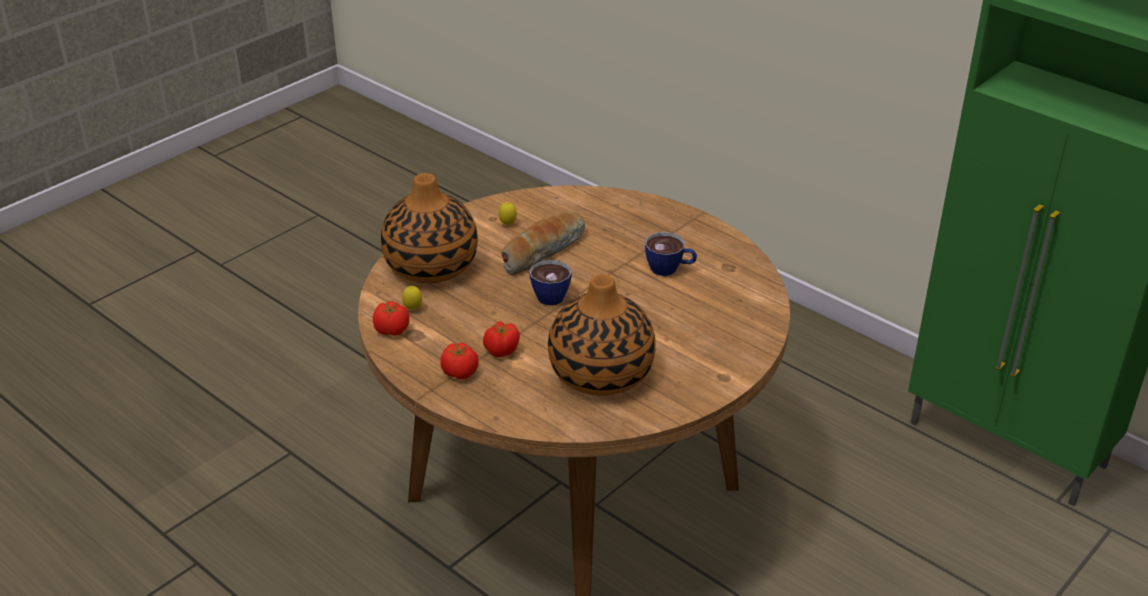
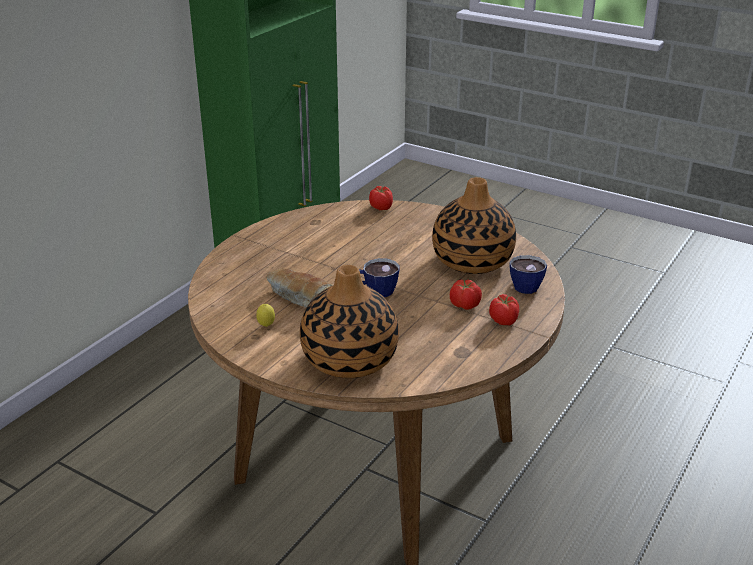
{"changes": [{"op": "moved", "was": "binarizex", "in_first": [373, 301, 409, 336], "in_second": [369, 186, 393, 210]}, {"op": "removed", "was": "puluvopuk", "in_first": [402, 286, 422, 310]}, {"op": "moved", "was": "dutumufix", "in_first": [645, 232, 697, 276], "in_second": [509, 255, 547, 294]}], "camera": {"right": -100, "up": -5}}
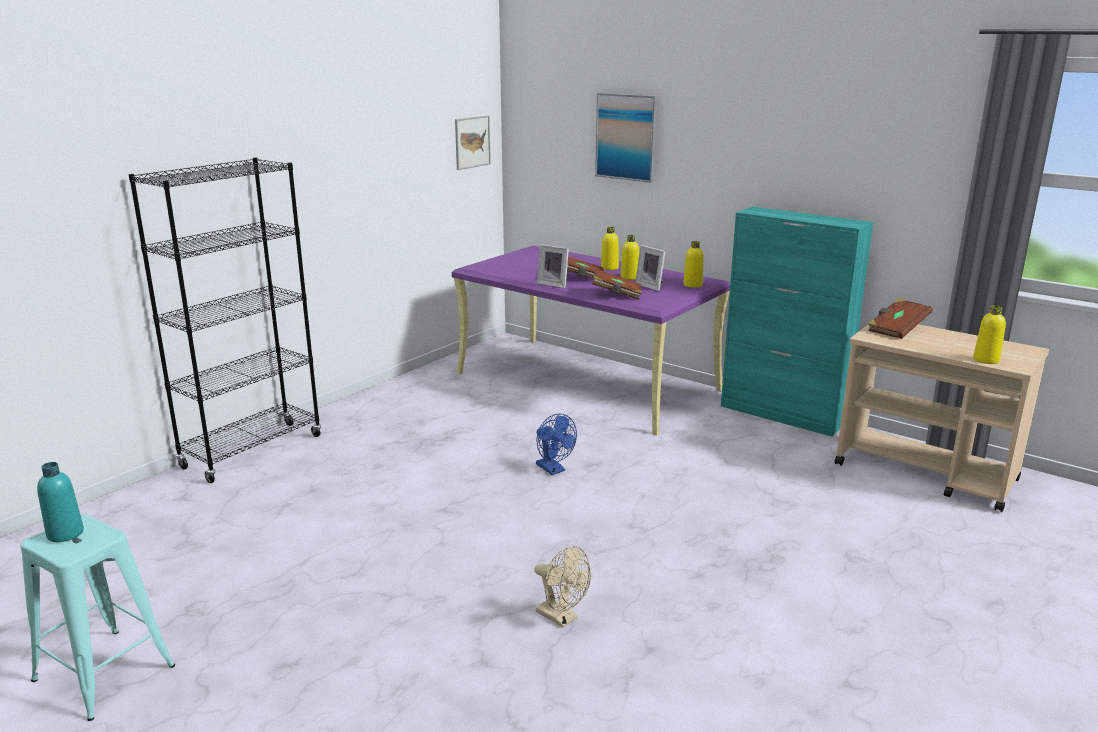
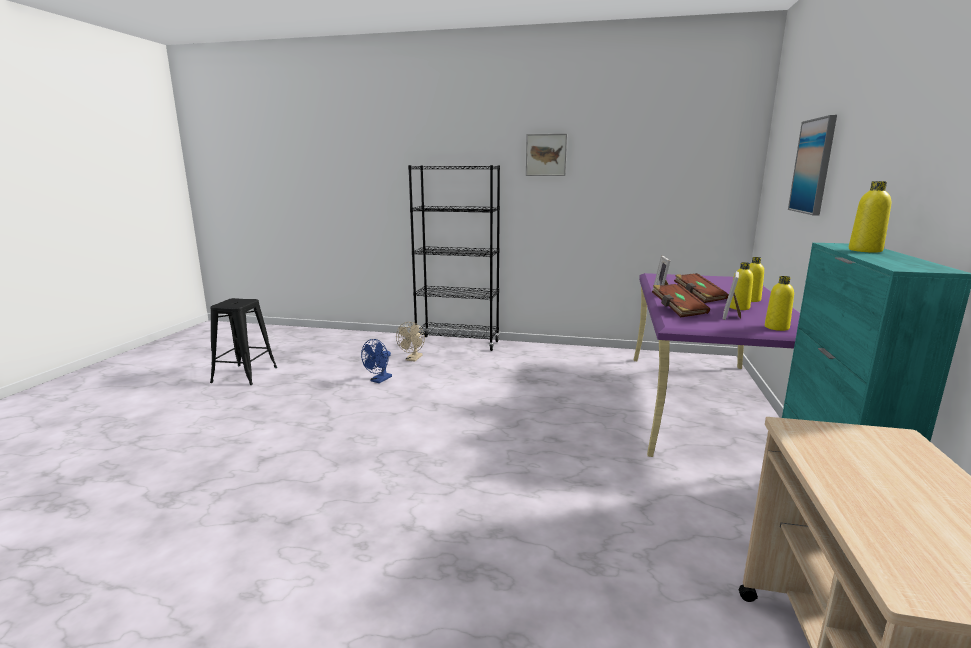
{"changes": [{"op": "recoloured", "was": "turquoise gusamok", "now": "black gusamok", "in_first": [21, 515, 175, 721], "in_second": [210, 298, 277, 385]}, {"op": "removed", "was": "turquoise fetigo", "in_first": [37, 462, 84, 542]}, {"op": "moved", "was": "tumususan", "in_first": [455, 116, 491, 170], "in_second": [526, 134, 567, 176]}, {"op": "moved", "was": "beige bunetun", "in_first": [535, 546, 591, 627], "in_second": [396, 322, 425, 362]}, {"op": "moved", "was": "blue bunetun", "in_first": [536, 414, 577, 475], "in_second": [361, 339, 392, 383]}, {"op": "removed", "was": "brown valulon", "in_first": [868, 298, 933, 339]}, {"op": "moved", "was": "yellow fetigo", "in_first": [973, 305, 1006, 364], "in_second": [849, 181, 891, 253]}], "camera": {"right": 65, "up": -5}}
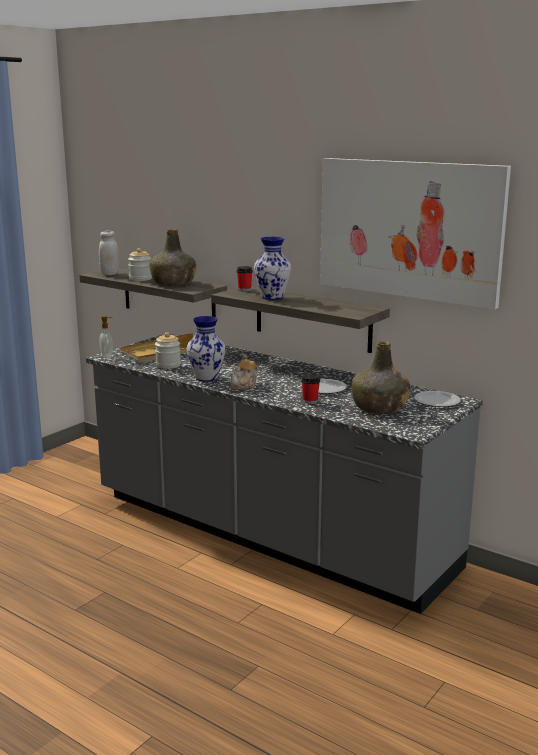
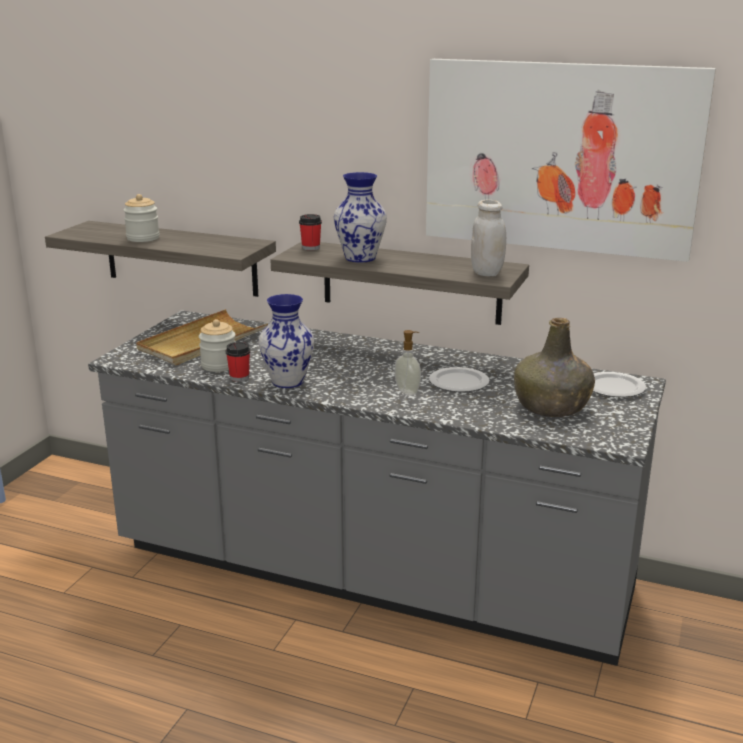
{"changes": [{"op": "moved", "was": "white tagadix", "in_first": [99, 231, 119, 275], "in_second": [471, 199, 506, 276]}, {"op": "moved", "was": "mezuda", "in_first": [99, 316, 113, 358], "in_second": [395, 330, 421, 396]}, {"op": "removed", "was": "green fetigo", "in_first": [149, 229, 196, 286]}, {"op": "removed", "was": "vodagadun", "in_first": [229, 354, 258, 390]}, {"op": "moved", "was": "dutumufix", "in_first": [301, 374, 320, 404], "in_second": [226, 342, 250, 382]}], "camera": {"right": -15, "up": 5}}
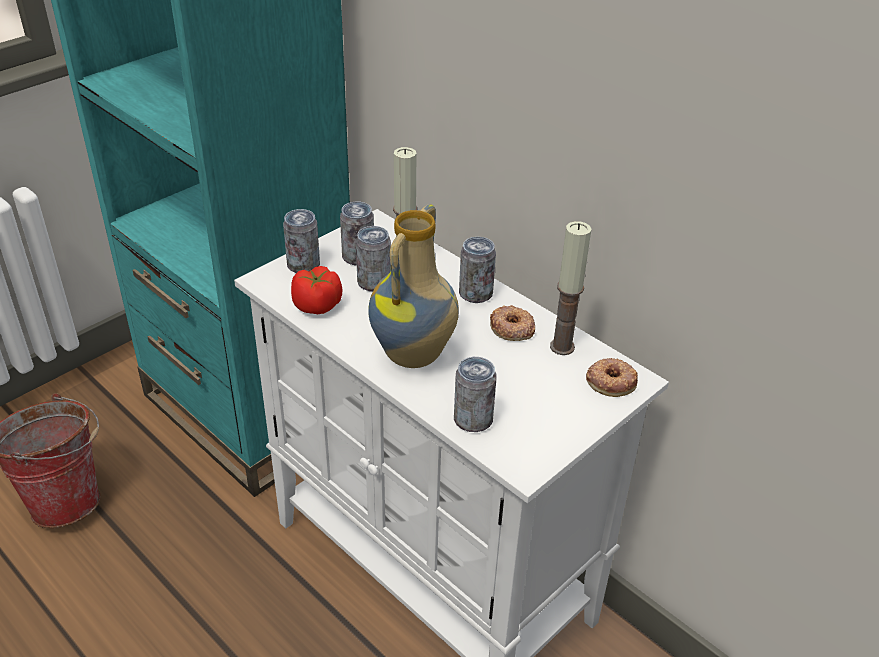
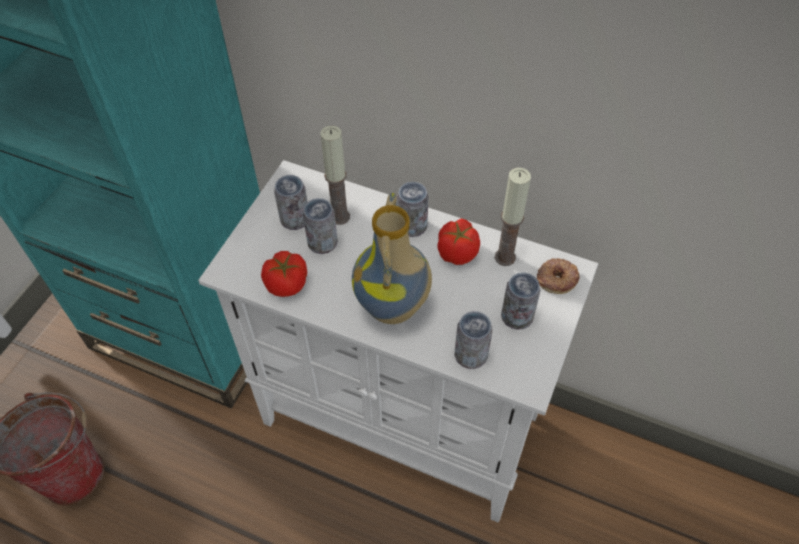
{"changes": [{"op": "moved", "was": "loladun", "in_first": [283, 209, 320, 273], "in_second": [501, 272, 540, 330]}, {"op": "replaced", "was": "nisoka", "now": "binarizex", "in_first": [490, 305, 535, 341], "in_second": [437, 219, 480, 265]}], "camera": {"right": -20, "up": 15}}
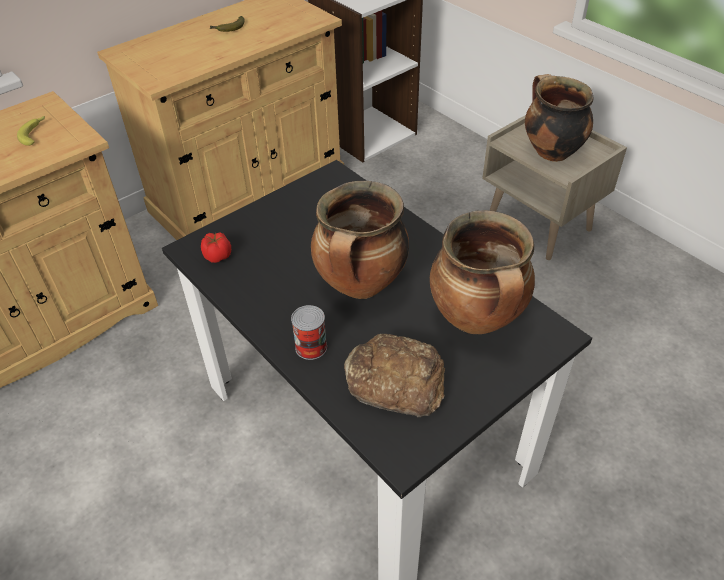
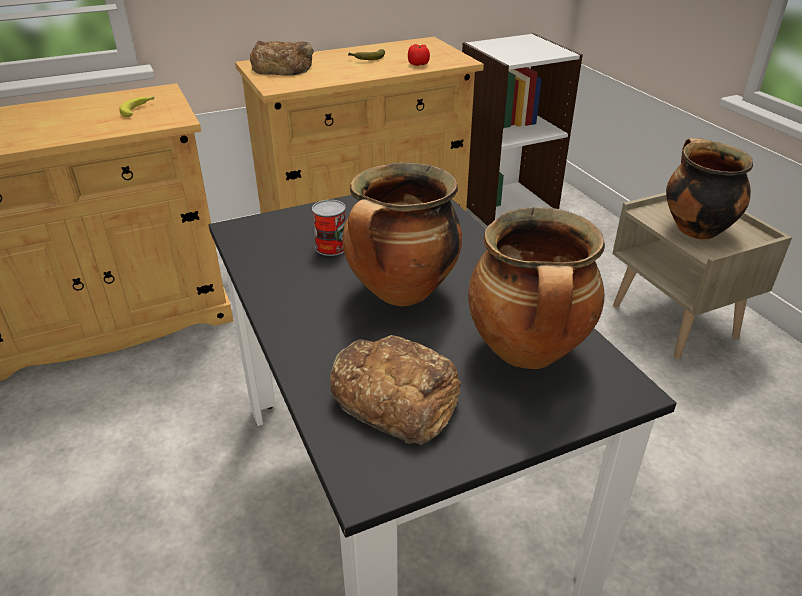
{"changes": [{"op": "moved", "was": "binarizex", "in_first": [201, 232, 231, 263], "in_second": [408, 44, 430, 66]}, {"op": "moved", "was": "loladun", "in_first": [291, 305, 327, 360], "in_second": [312, 200, 346, 256]}, {"op": "added", "now": "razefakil", "in_second": [250, 41, 314, 76]}], "camera": {"right": 15, "up": -10}}
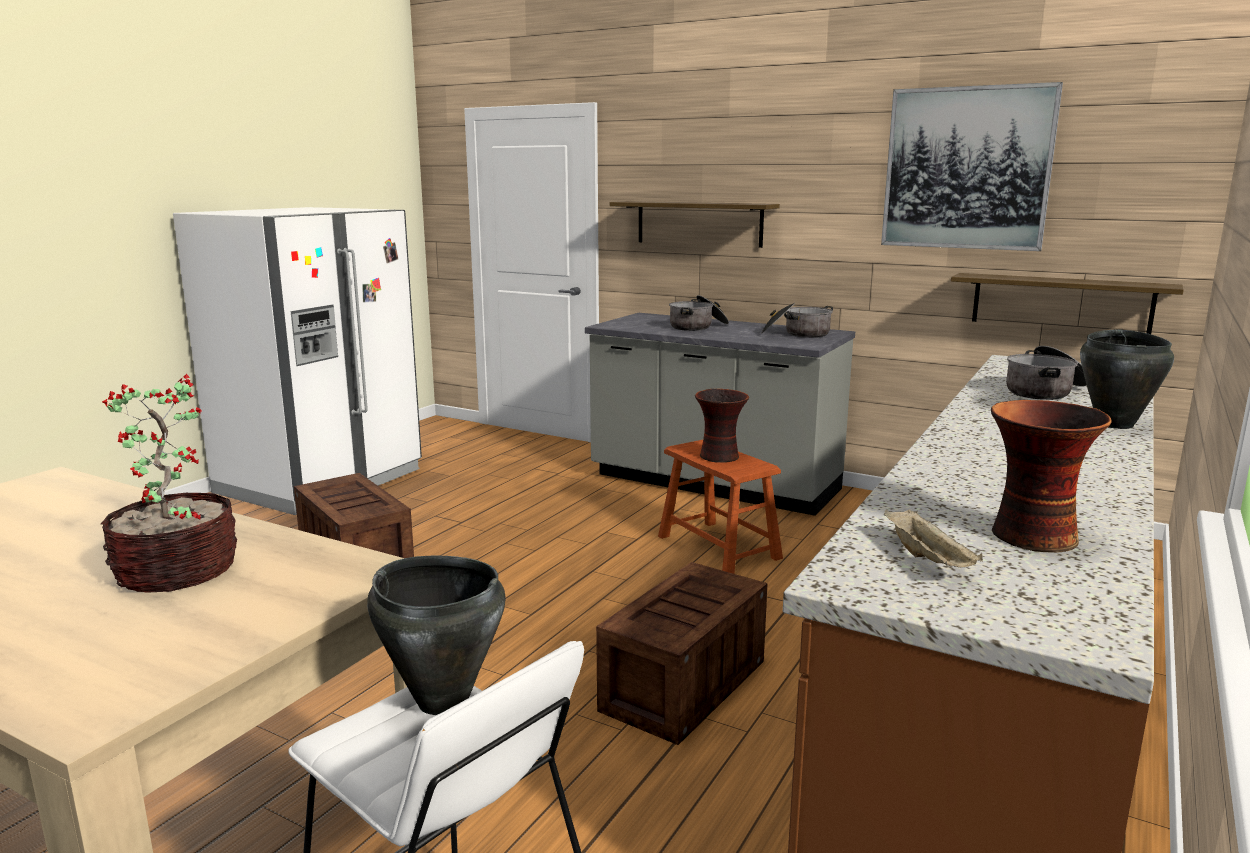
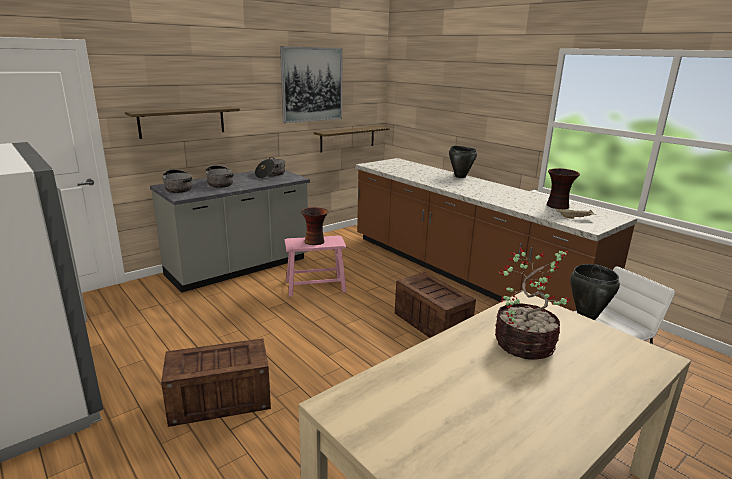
{"changes": [{"op": "recoloured", "was": "brown gusamok", "now": "pink gusamok", "in_first": [658, 440, 783, 574], "in_second": [284, 236, 347, 297]}, {"op": "moved", "was": "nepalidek", "in_first": [1006, 346, 1087, 400], "in_second": [162, 170, 192, 193]}], "camera": {"right": -70, "up": 5}}
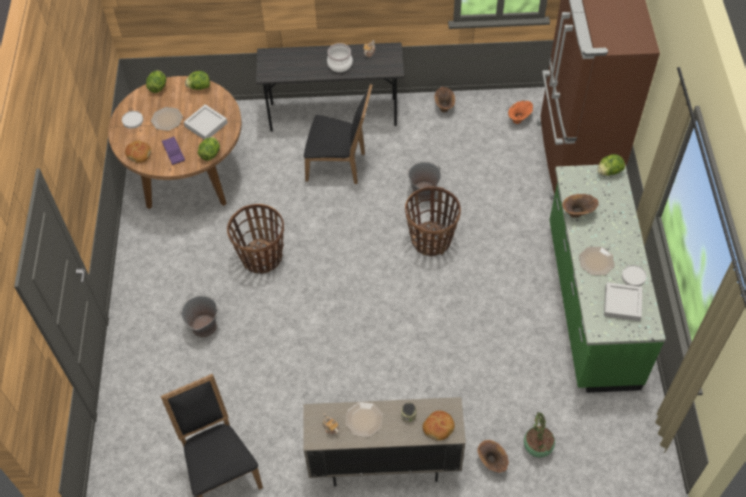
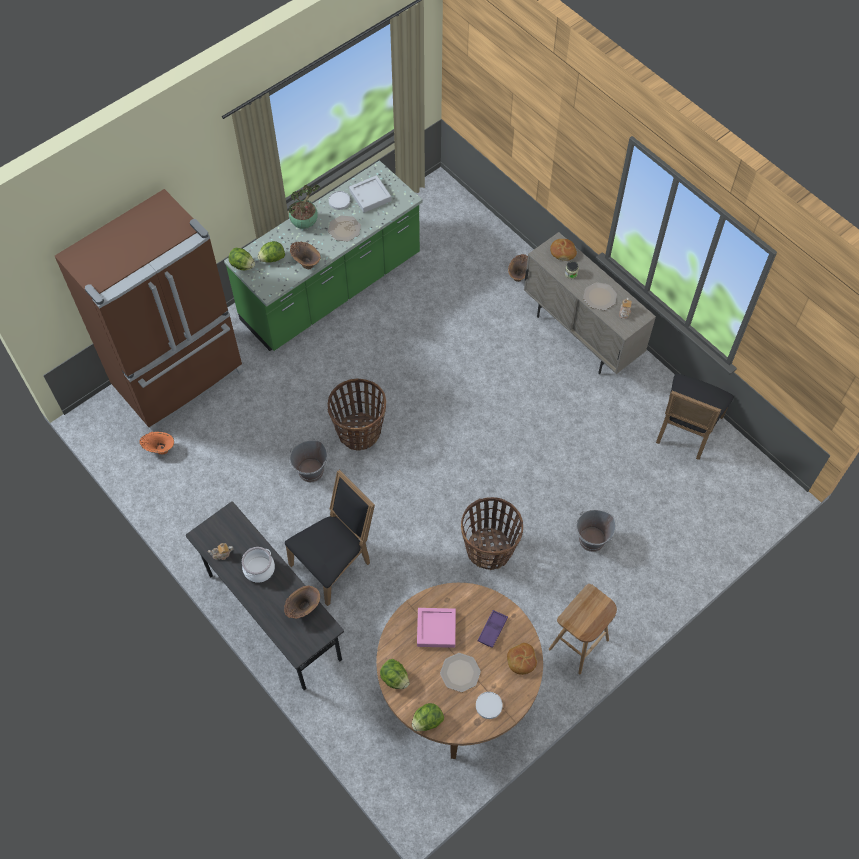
{"changes": [{"op": "recoloured", "was": "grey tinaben", "now": "pink tinaben", "in_first": [184, 104, 228, 140], "in_second": [417, 608, 456, 648]}, {"op": "moved", "was": "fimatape", "in_first": [198, 137, 220, 161], "in_second": [258, 241, 285, 263]}, {"op": "turned", "was": "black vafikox", "in_first": [304, 84, 373, 184], "in_second": [285, 470, 375, 606], "clockwise": 75}, {"op": "moved", "was": "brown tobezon", "in_first": [435, 87, 455, 112], "in_second": [284, 586, 320, 619]}, {"op": "moved", "was": "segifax", "in_first": [524, 412, 555, 458], "in_second": [289, 185, 320, 229]}, {"op": "added", "now": "brown gusamok", "in_second": [549, 584, 617, 675]}], "camera": {"right": -130, "up": 5}}
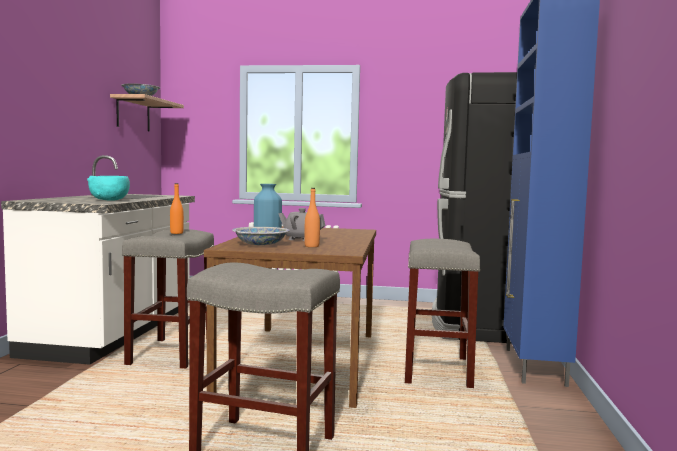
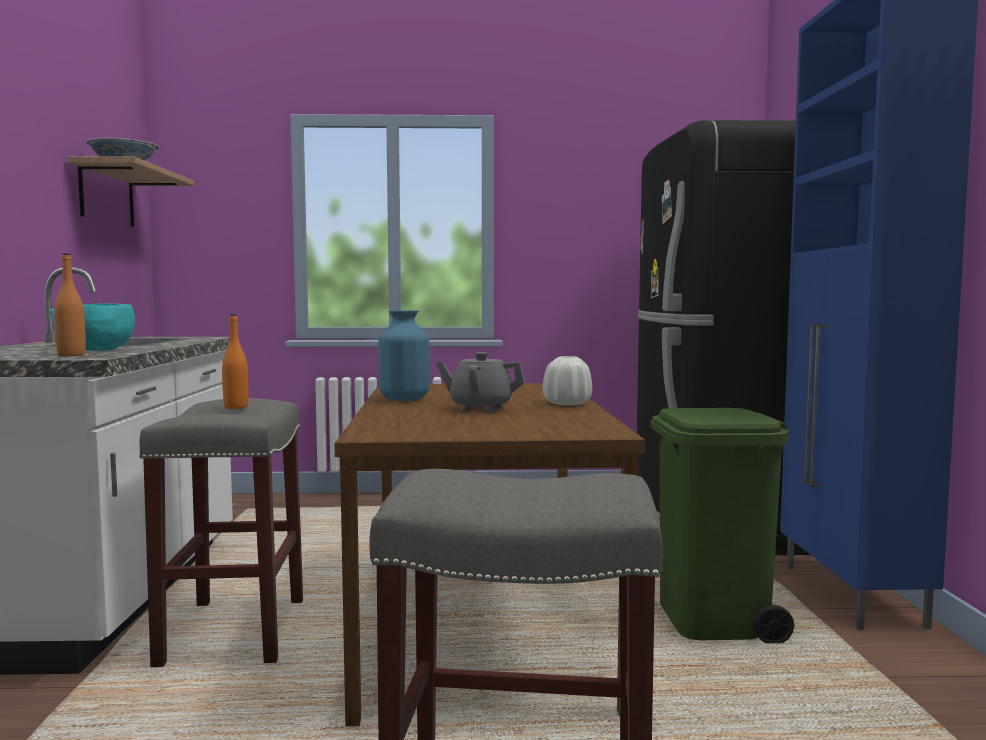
{"changes": [{"op": "removed", "was": "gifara", "in_first": [232, 227, 290, 245]}, {"op": "moved", "was": "orange fetigo", "in_first": [304, 188, 320, 247], "in_second": [54, 253, 86, 356]}, {"op": "replaced", "was": "grey gusamok", "now": "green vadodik", "in_first": [405, 239, 481, 388], "in_second": [650, 408, 794, 643]}, {"op": "added", "now": "white tobezon", "in_second": [543, 356, 592, 405]}], "camera": {"right": -10, "up": 0}}
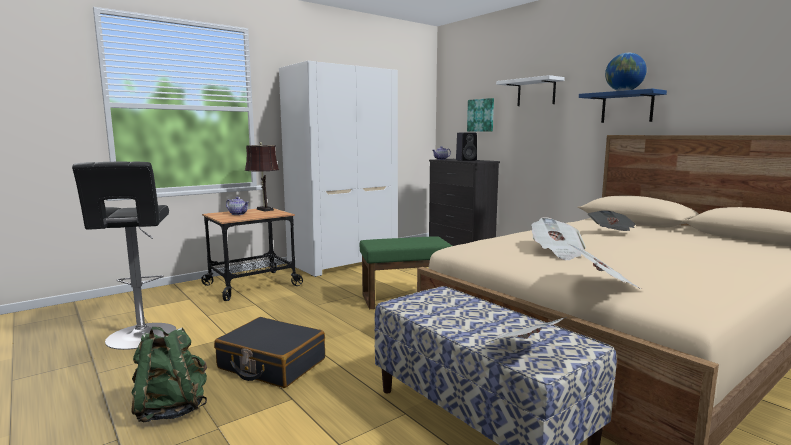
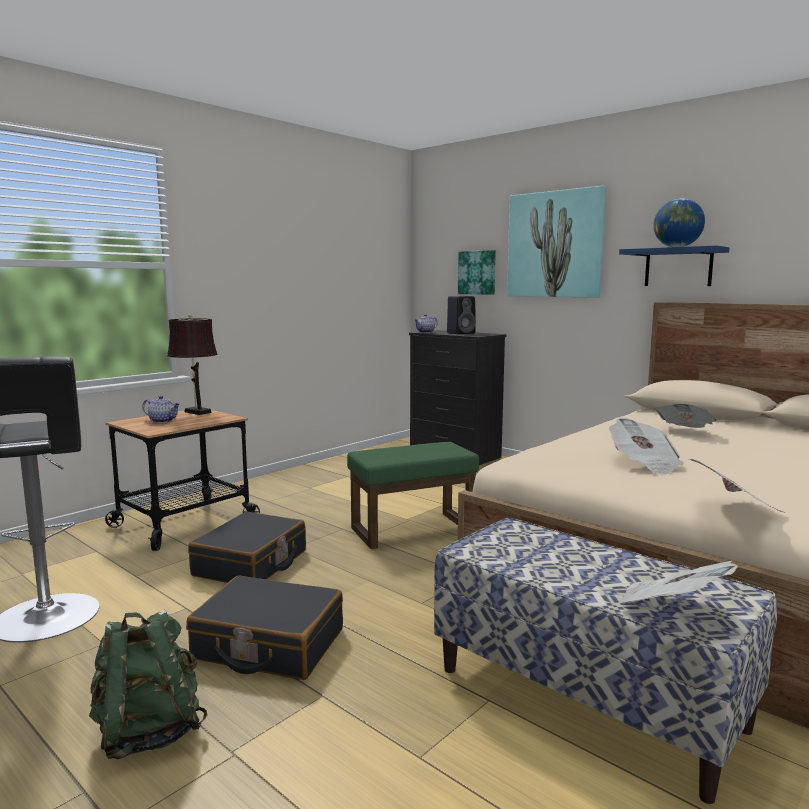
{"changes": [{"op": "removed", "was": "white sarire", "in_first": [279, 61, 398, 277]}, {"op": "replaced", "was": "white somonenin", "now": "tumususan", "in_first": [496, 75, 565, 106], "in_second": [507, 186, 606, 298]}, {"op": "added", "now": "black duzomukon", "in_second": [188, 512, 306, 583]}], "camera": {"right": -10, "up": 0}}
